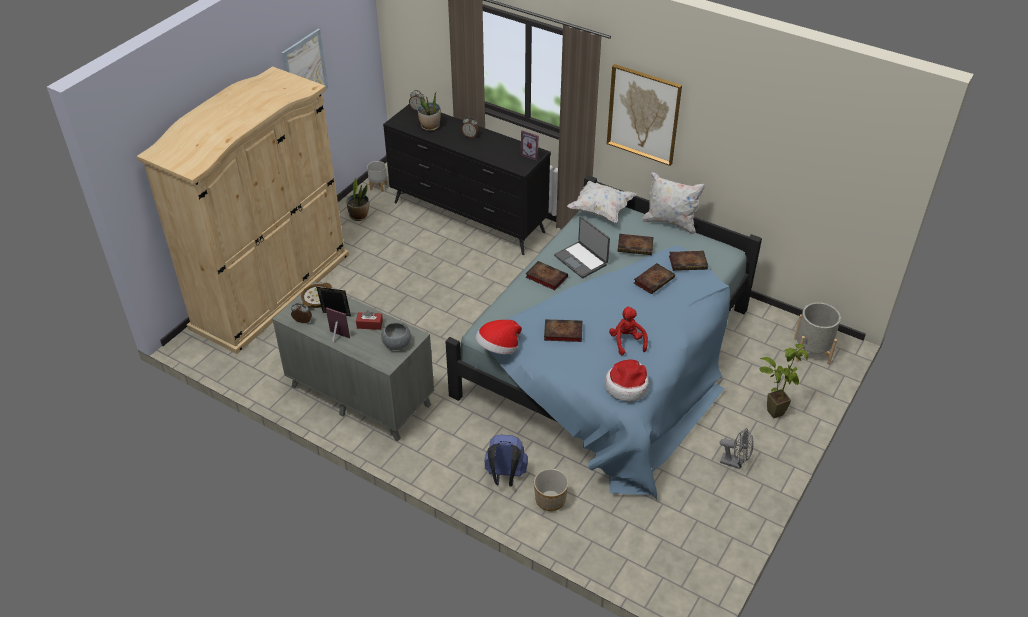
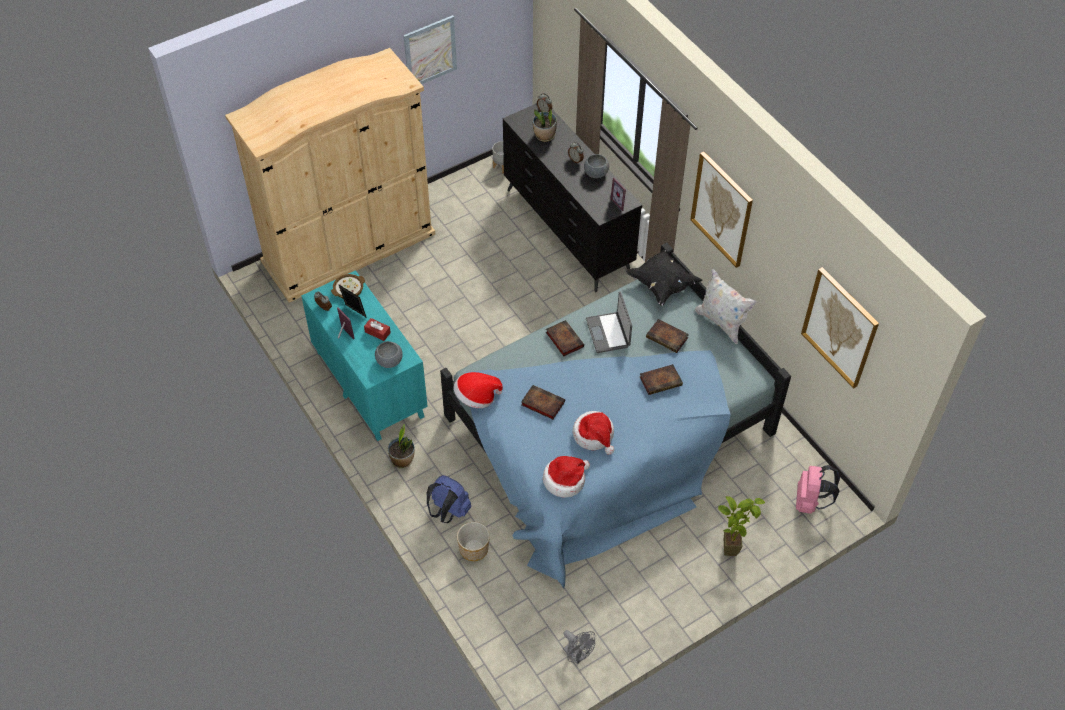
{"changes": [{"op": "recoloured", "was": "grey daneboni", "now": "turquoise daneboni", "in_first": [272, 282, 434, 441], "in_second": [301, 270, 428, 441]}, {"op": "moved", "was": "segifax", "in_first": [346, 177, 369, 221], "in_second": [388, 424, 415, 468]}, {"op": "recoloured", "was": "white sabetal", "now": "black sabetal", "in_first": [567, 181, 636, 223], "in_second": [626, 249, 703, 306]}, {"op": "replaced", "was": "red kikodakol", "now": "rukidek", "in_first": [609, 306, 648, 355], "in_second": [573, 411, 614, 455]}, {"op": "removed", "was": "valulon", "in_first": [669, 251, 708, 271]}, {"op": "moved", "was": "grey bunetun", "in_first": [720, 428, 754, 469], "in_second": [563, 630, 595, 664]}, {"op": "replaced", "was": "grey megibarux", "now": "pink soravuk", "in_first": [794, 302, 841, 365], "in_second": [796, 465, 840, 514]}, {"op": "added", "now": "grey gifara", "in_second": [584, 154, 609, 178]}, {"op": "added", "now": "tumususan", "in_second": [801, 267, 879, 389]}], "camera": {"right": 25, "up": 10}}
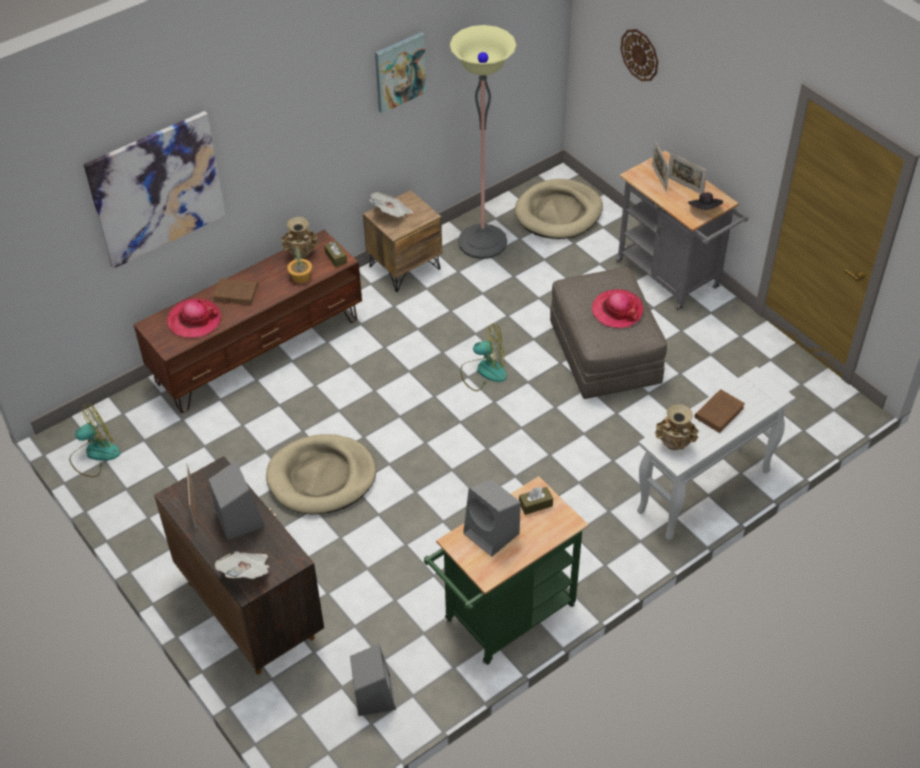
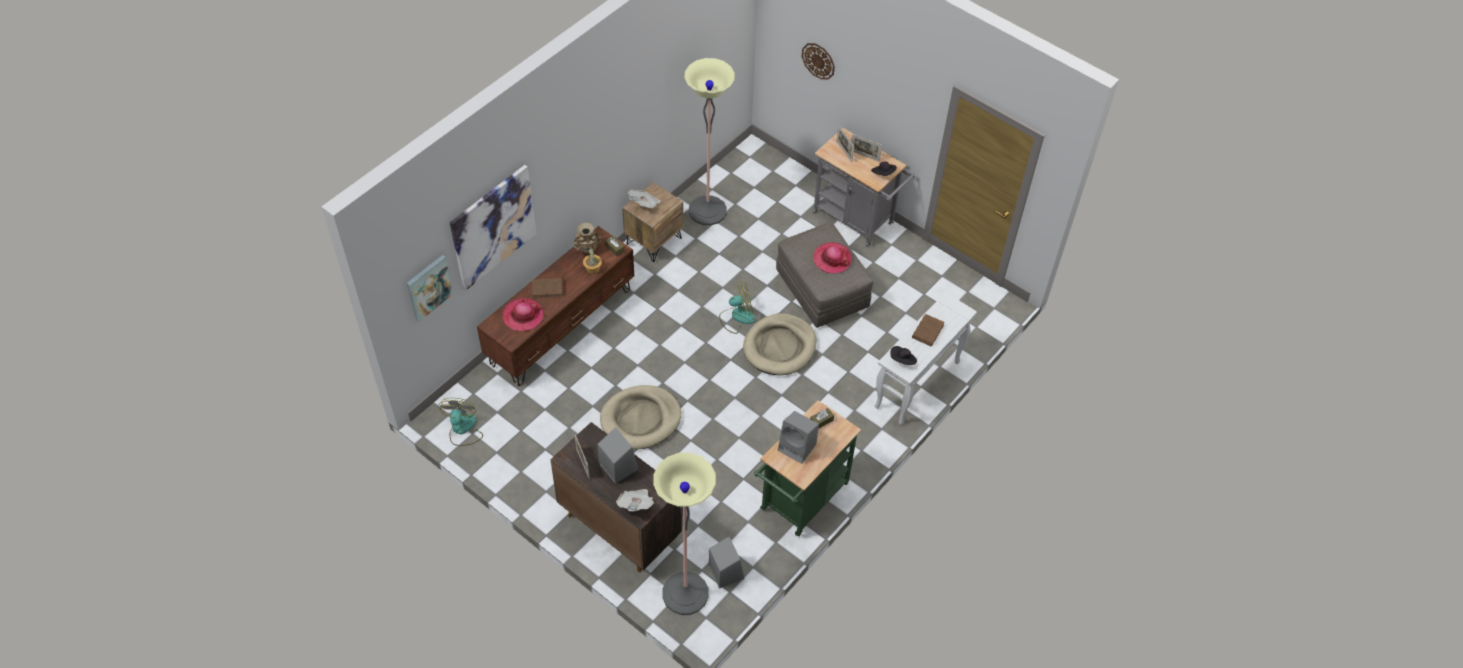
{"changes": [{"op": "turned", "was": "bunetun", "in_first": [69, 404, 121, 477], "in_second": [439, 398, 483, 446], "clockwise": -45}, {"op": "moved", "was": "tumususan", "in_first": [375, 32, 427, 113], "in_second": [407, 255, 453, 322]}, {"op": "moved", "was": "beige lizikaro", "in_first": [514, 179, 603, 239], "in_second": [743, 313, 816, 375]}, {"op": "replaced", "was": "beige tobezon", "now": "black rukidek", "in_first": [655, 404, 699, 450], "in_second": [890, 346, 917, 365]}, {"op": "added", "now": "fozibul", "in_second": [653, 453, 716, 615]}], "camera": {"right": -15, "up": 5}}
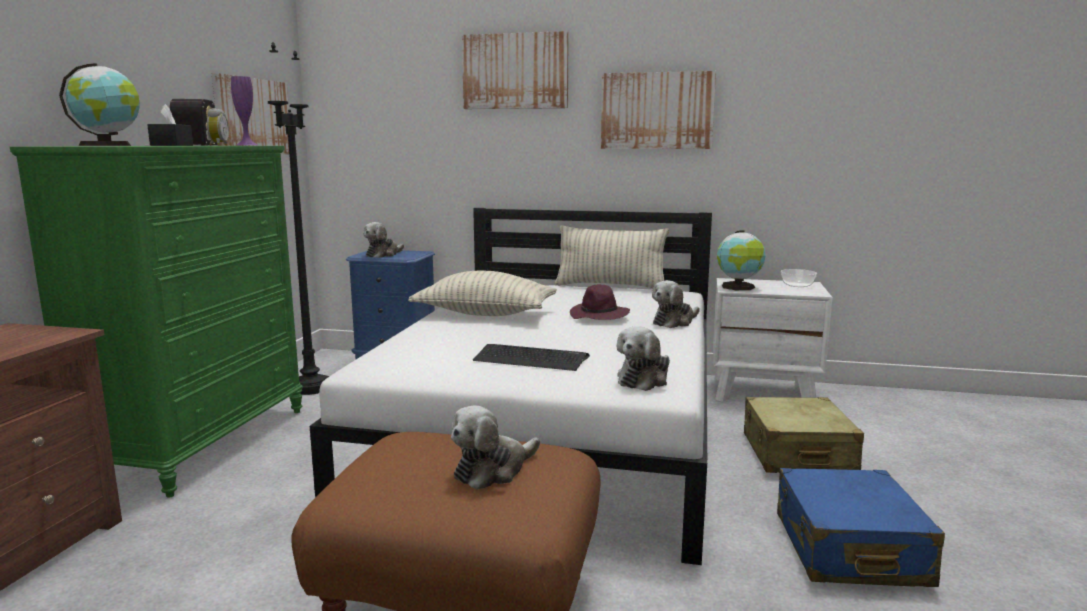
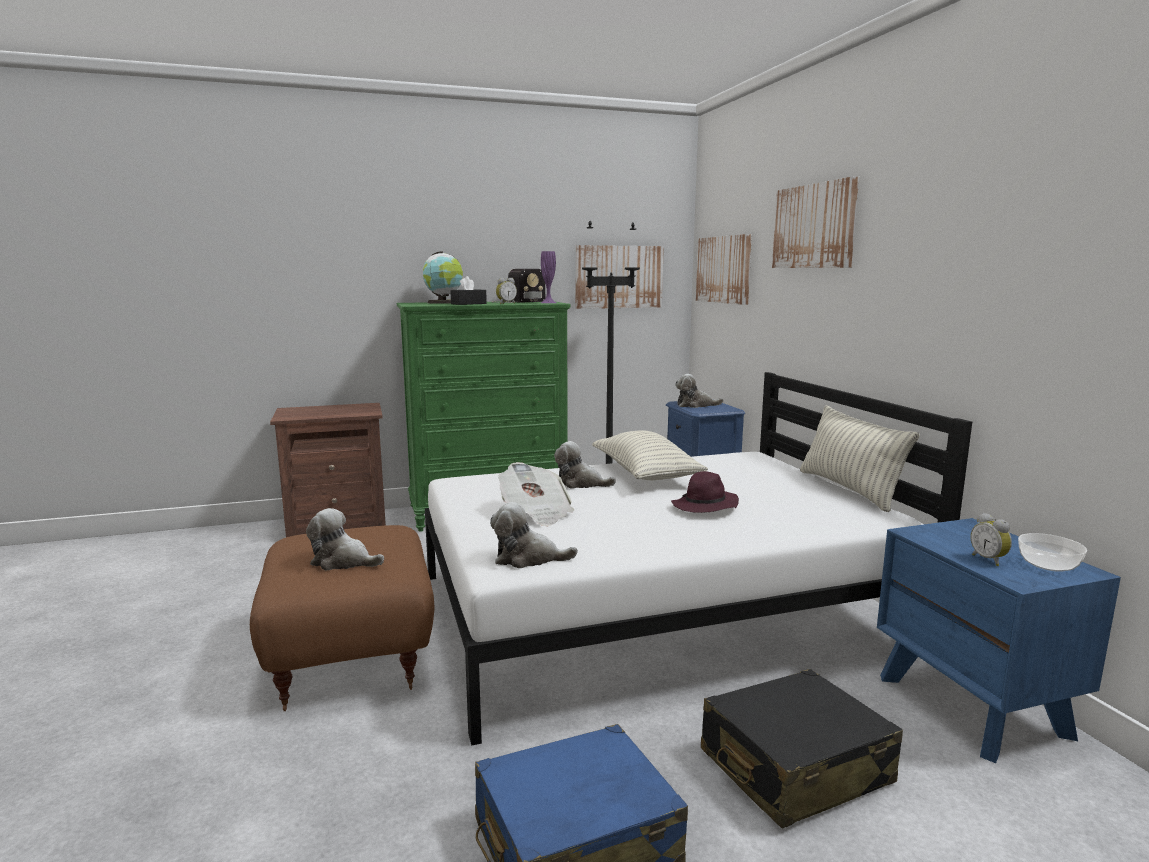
{"changes": [{"op": "replaced", "was": "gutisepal", "now": "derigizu", "in_first": [473, 344, 590, 371], "in_second": [498, 462, 574, 526]}, {"op": "moved", "was": "tumususan", "in_first": [601, 71, 716, 149], "in_second": [696, 234, 752, 305]}, {"op": "moved", "was": "kikodakol", "in_first": [652, 280, 699, 328], "in_second": [554, 441, 616, 489]}, {"op": "recoloured", "was": "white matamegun", "now": "blue matamegun", "in_first": [713, 278, 833, 402], "in_second": [877, 518, 1121, 763]}, {"op": "removed", "was": "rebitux", "in_first": [717, 230, 766, 290]}, {"op": "recoloured", "was": "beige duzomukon", "now": "black duzomukon", "in_first": [744, 397, 864, 473], "in_second": [701, 669, 903, 829]}, {"op": "added", "now": "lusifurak", "in_second": [970, 513, 1012, 566]}], "camera": {"right": 60, "up": 0}}
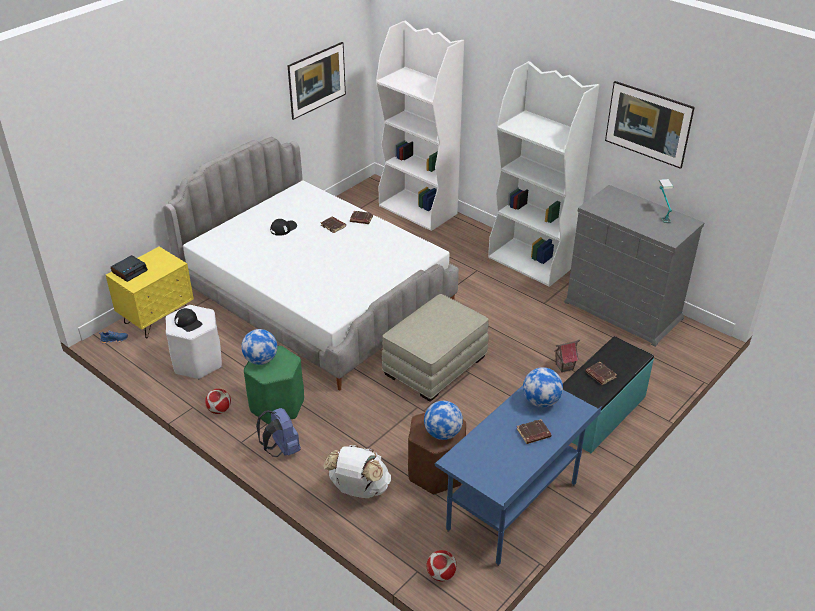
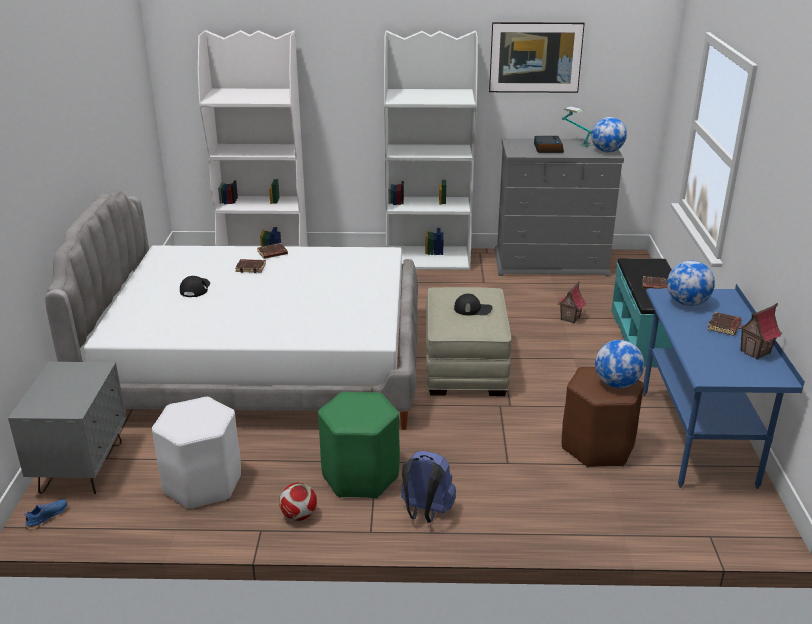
{"changes": [{"op": "recoloured", "was": "yellow matamegun", "now": "grey matamegun", "in_first": [106, 247, 194, 339], "in_second": [8, 362, 126, 494]}, {"op": "moved", "was": "lusifurak", "in_first": [111, 255, 148, 282], "in_second": [534, 136, 564, 153]}, {"op": "moved", "was": "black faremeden", "in_first": [175, 308, 202, 332], "in_second": [454, 294, 493, 316]}, {"op": "moved", "was": "rebitux", "in_first": [241, 329, 277, 365], "in_second": [591, 117, 627, 152]}, {"op": "removed", "was": "tumususan", "in_first": [287, 42, 346, 120]}, {"op": "removed", "was": "white soravuk", "in_first": [323, 445, 391, 498]}, {"op": "removed", "was": "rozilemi", "in_first": [427, 550, 457, 581]}, {"op": "added", "now": "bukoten", "in_second": [738, 303, 782, 360]}], "camera": {"right": -40, "up": -10}}
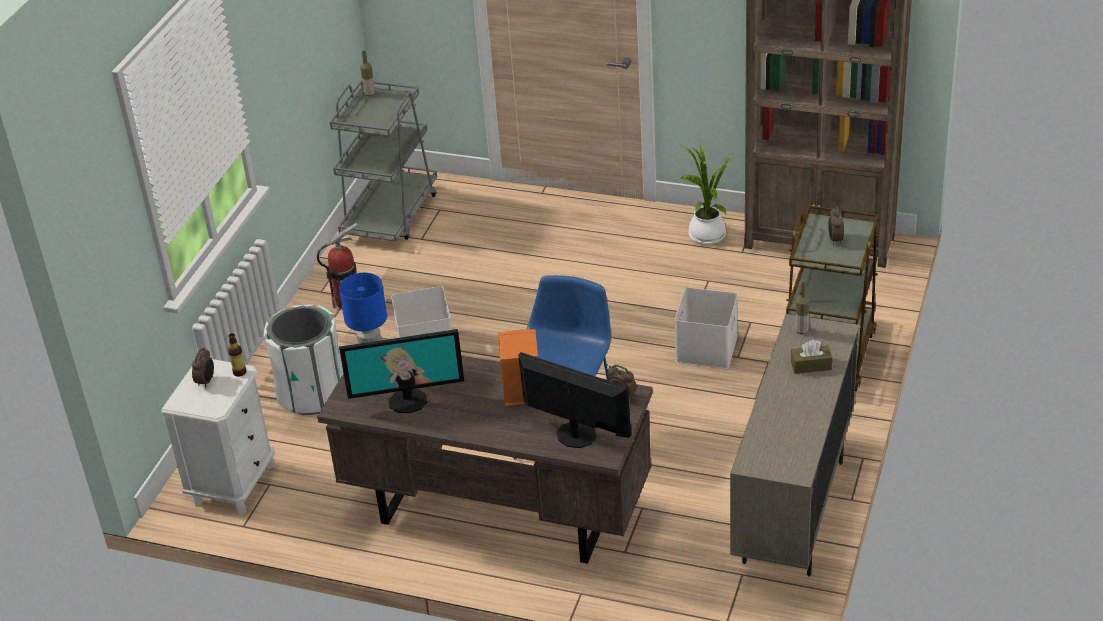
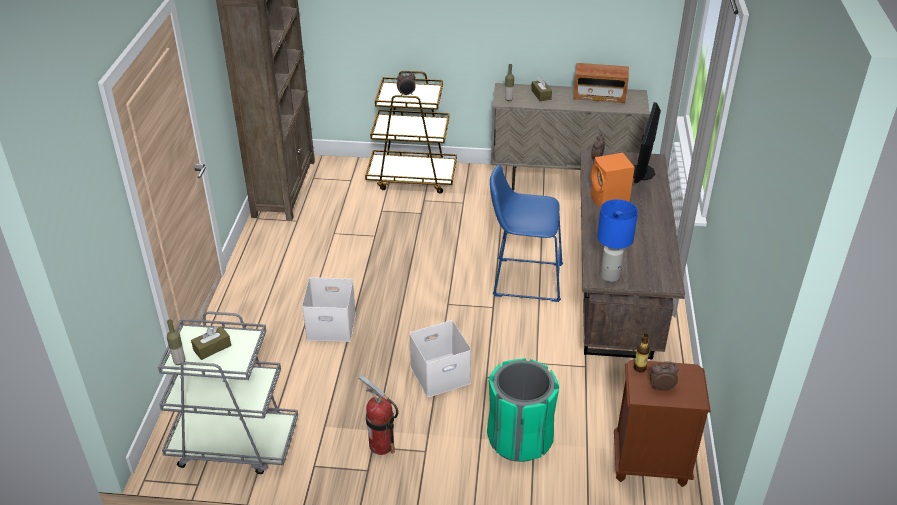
{"changes": [{"op": "recoloured", "was": "white matamegun", "now": "brown matamegun", "in_first": [161, 359, 275, 515], "in_second": [614, 360, 711, 487]}, {"op": "recoloured", "was": "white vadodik", "now": "green vadodik", "in_first": [264, 305, 344, 415], "in_second": [487, 358, 559, 462]}, {"op": "removed", "was": "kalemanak", "in_first": [339, 329, 464, 413]}, {"op": "moved", "was": "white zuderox", "in_first": [675, 287, 738, 369], "in_second": [302, 277, 356, 342]}, {"op": "removed", "was": "segifax", "in_first": [680, 145, 735, 245]}, {"op": "added", "now": "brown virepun", "in_second": [191, 326, 231, 360]}, {"op": "added", "now": "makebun", "in_second": [573, 63, 629, 103]}], "camera": {"right": -105, "up": 0}}
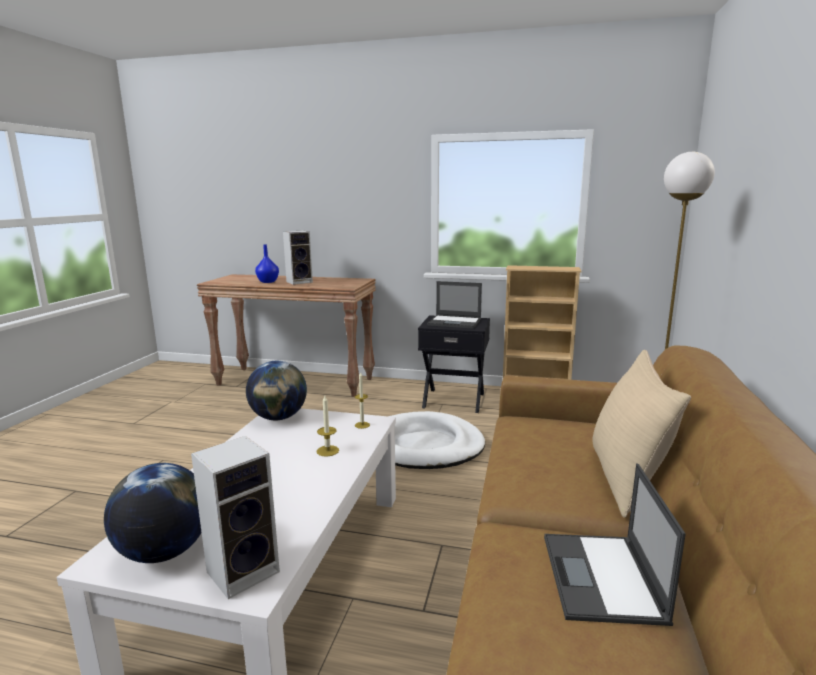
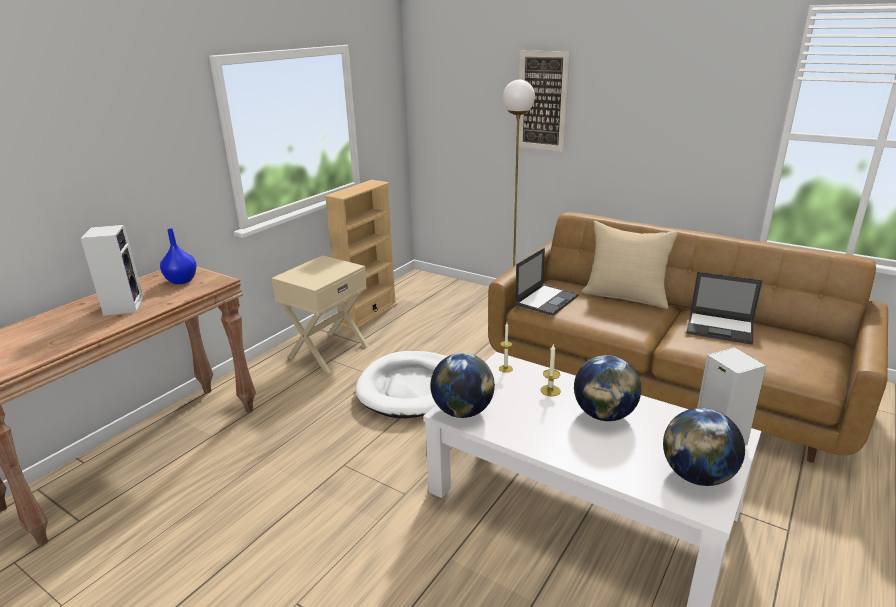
{"changes": [{"op": "moved", "was": "blue tobezon", "in_first": [255, 244, 279, 283], "in_second": [160, 229, 197, 284]}, {"op": "recoloured", "was": "black matamegun", "now": "beige matamegun", "in_first": [418, 315, 490, 413], "in_second": [271, 255, 369, 373]}, {"op": "moved", "was": "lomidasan", "in_first": [427, 281, 482, 329], "in_second": [515, 248, 579, 316]}, {"op": "added", "now": "tumususan", "in_second": [518, 51, 570, 152]}, {"op": "added", "now": "rebitux", "in_second": [574, 355, 641, 421]}], "camera": {"right": -70, "up": 10}}
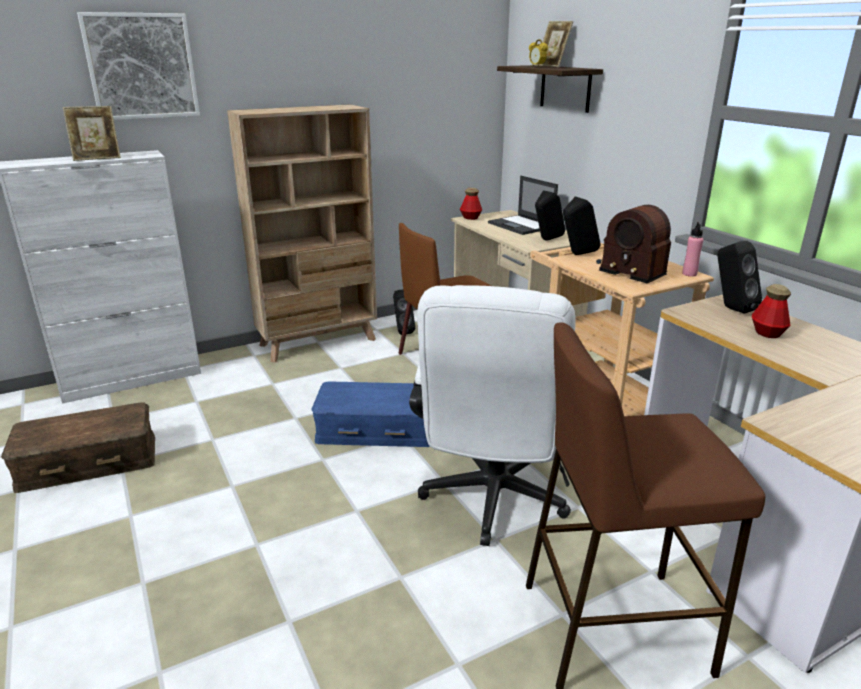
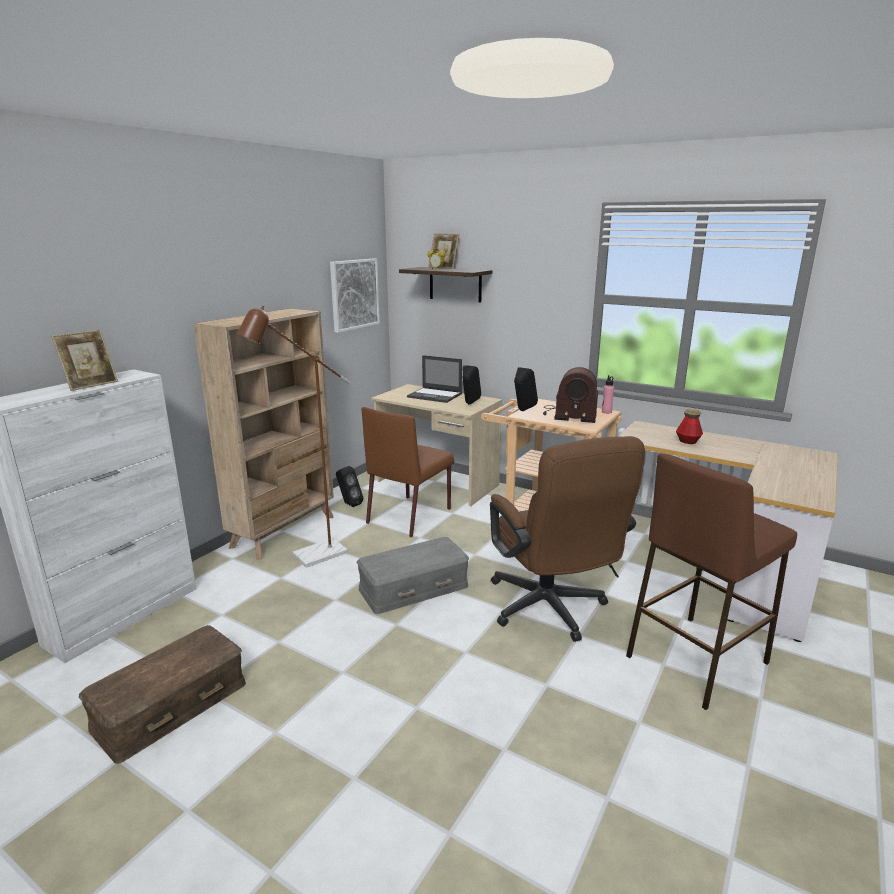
{"changes": [{"op": "moved", "was": "tumususan", "in_first": [77, 12, 200, 120], "in_second": [330, 258, 380, 333]}, {"op": "recoloured", "was": "blue zuderox", "now": "grey zuderox", "in_first": [311, 381, 430, 447], "in_second": [357, 537, 469, 614]}, {"op": "recoloured", "was": "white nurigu", "now": "brown nurigu", "in_first": [409, 285, 575, 546], "in_second": [490, 436, 645, 642]}, {"op": "removed", "was": "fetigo", "in_first": [460, 188, 482, 220]}, {"op": "removed", "was": "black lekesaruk", "in_first": [718, 241, 762, 314]}, {"op": "added", "now": "brown fozibul", "in_second": [237, 306, 350, 568]}], "camera": {"right": -30, "up": -5}}
